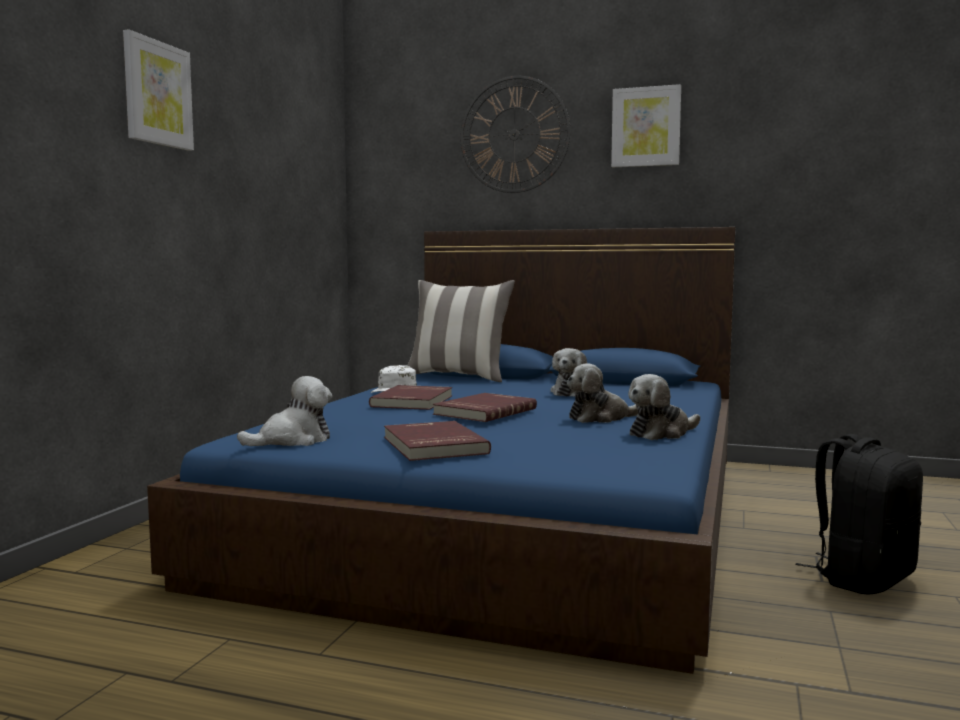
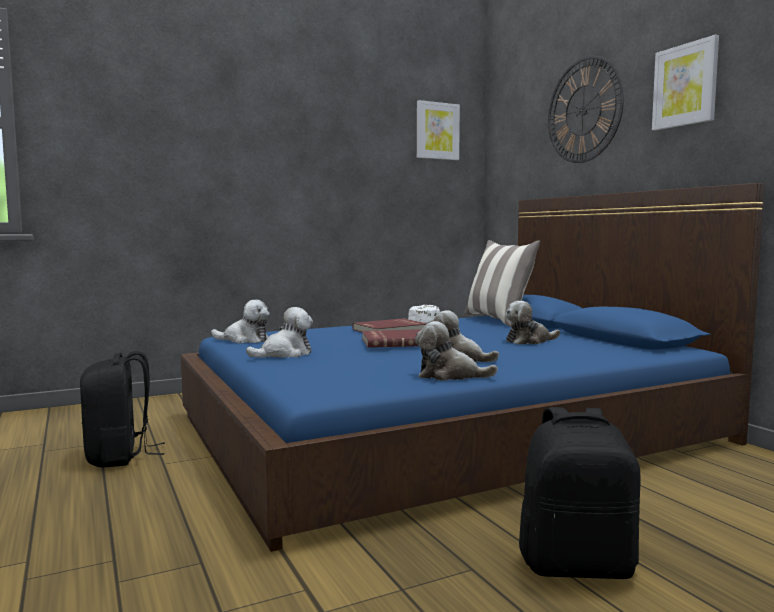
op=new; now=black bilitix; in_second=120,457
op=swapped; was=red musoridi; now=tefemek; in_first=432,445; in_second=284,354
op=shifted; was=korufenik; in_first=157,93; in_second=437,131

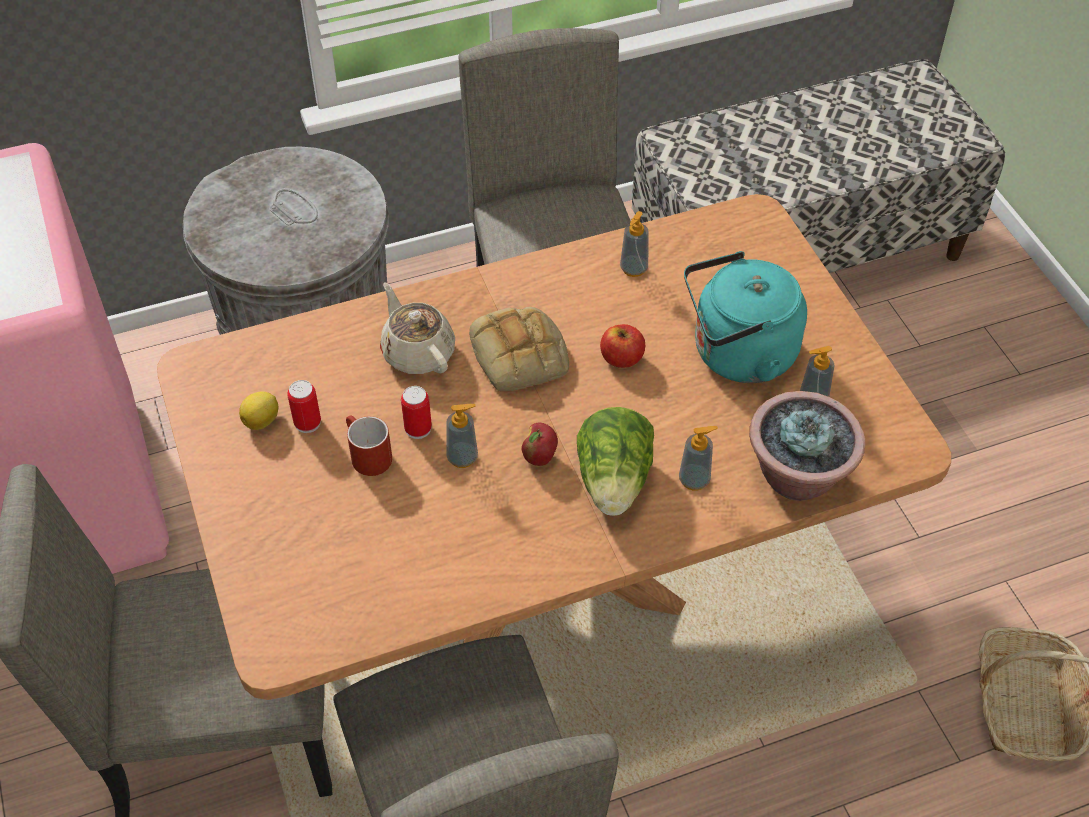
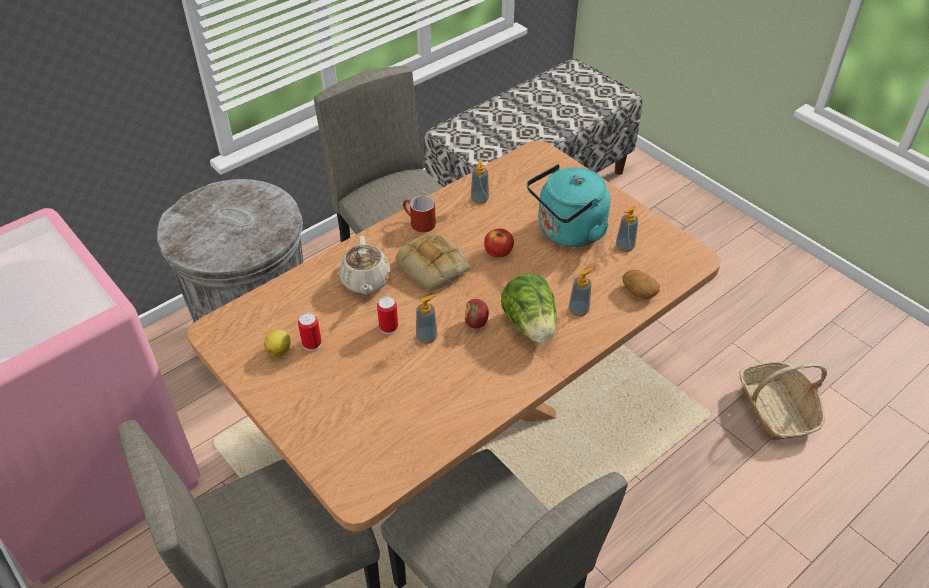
op=rotated; was=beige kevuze; in_first=417,352; in_second=366,281; clockwise=-135
op=shifted; was=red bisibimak; in_first=365,455; in_second=418,223
op=swapped; was=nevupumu; now=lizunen; in_first=798,476; in_second=638,291

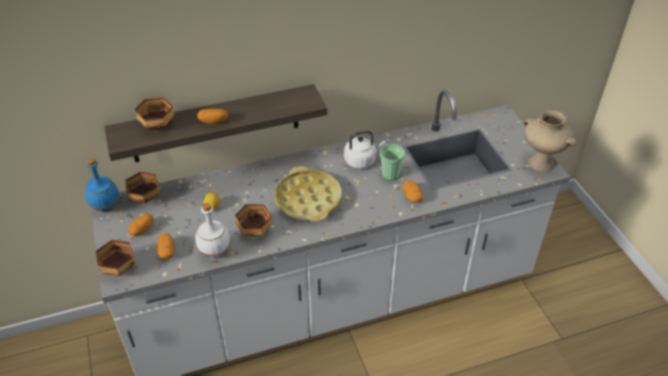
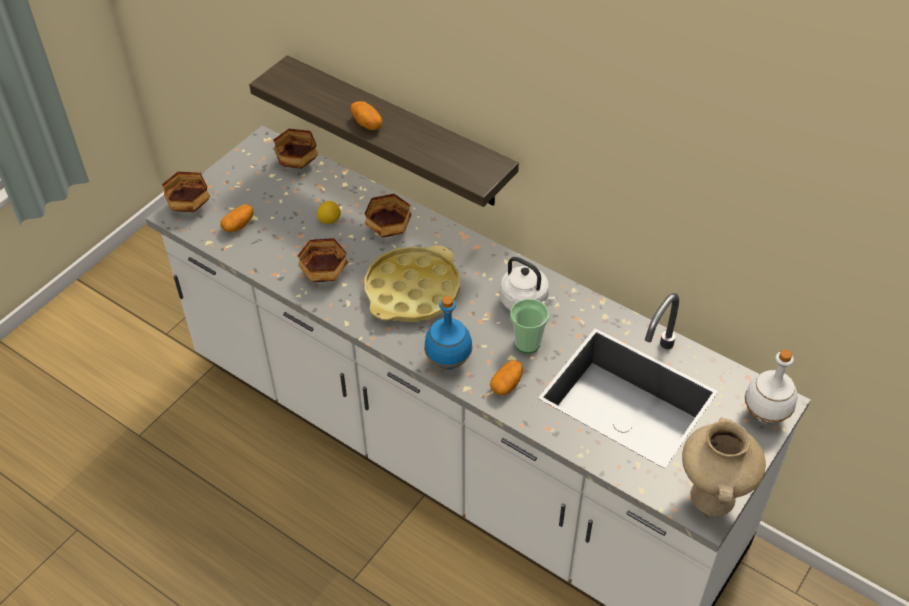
op=shifted; was=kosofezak; in_first=158,125; in_second=389,230
op=shifted; was=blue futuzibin; in_first=106,208; in_second=447,362
op=shifted; was=white futuzibin; in_first=215,253; in_second=765,415
op=gone; was=lizunen; in_first=142,229

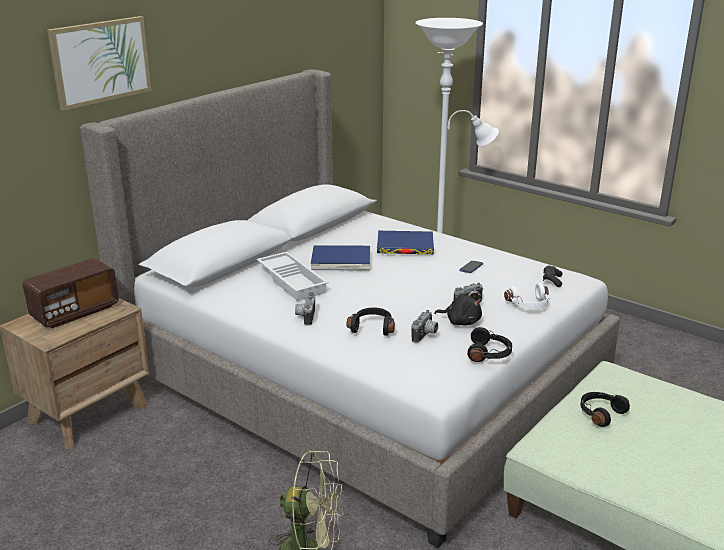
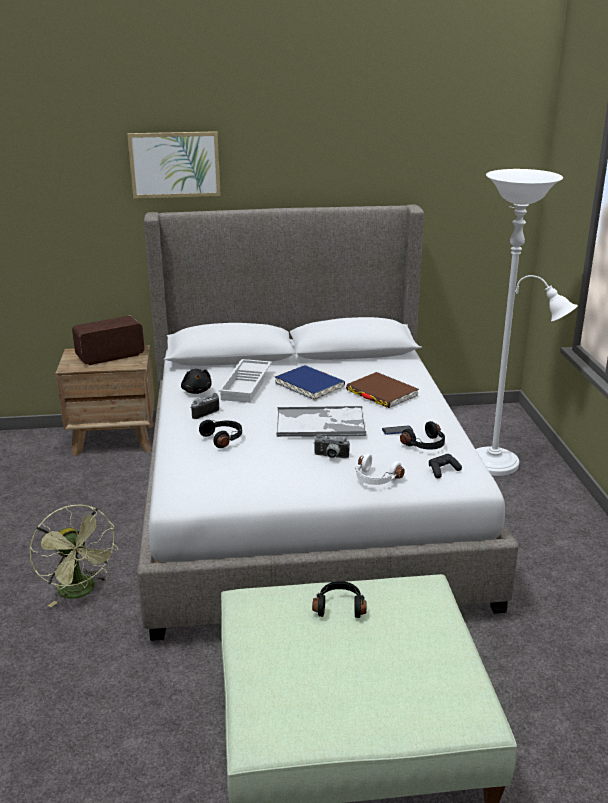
op=rotated; was=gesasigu; in_first=75,312; in_second=110,356; clockwise=150
op=shifted; was=black tefemek; in_first=461,321; in_second=197,391
op=new; now=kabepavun; in_second=321,423
op=repainted; was=blue musoridi; now=brown musoridi; in_first=405,246; in_second=381,393
op=shifted; was=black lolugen; in_first=489,354; in_second=426,445
op=gone; was=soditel; in_first=426,335

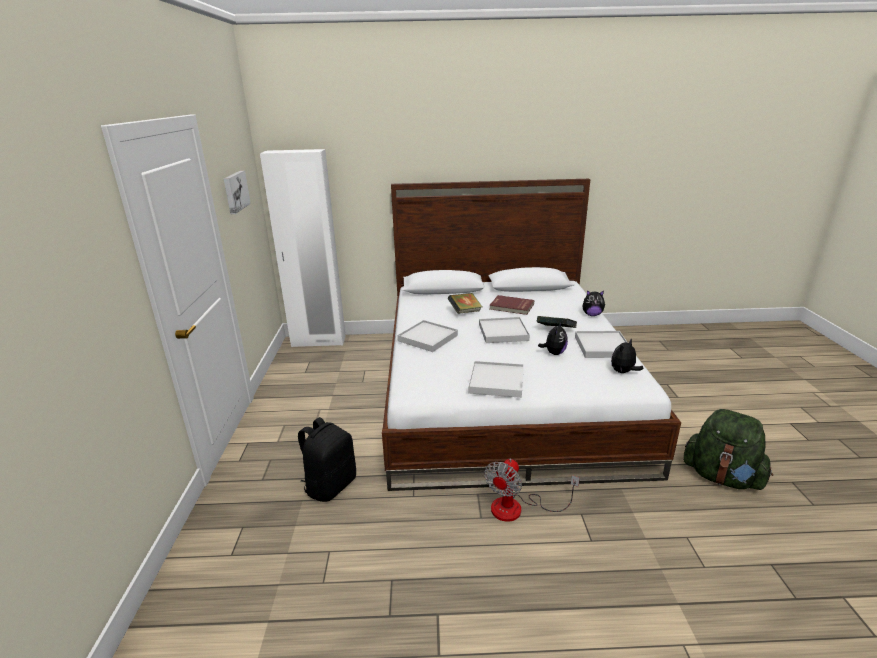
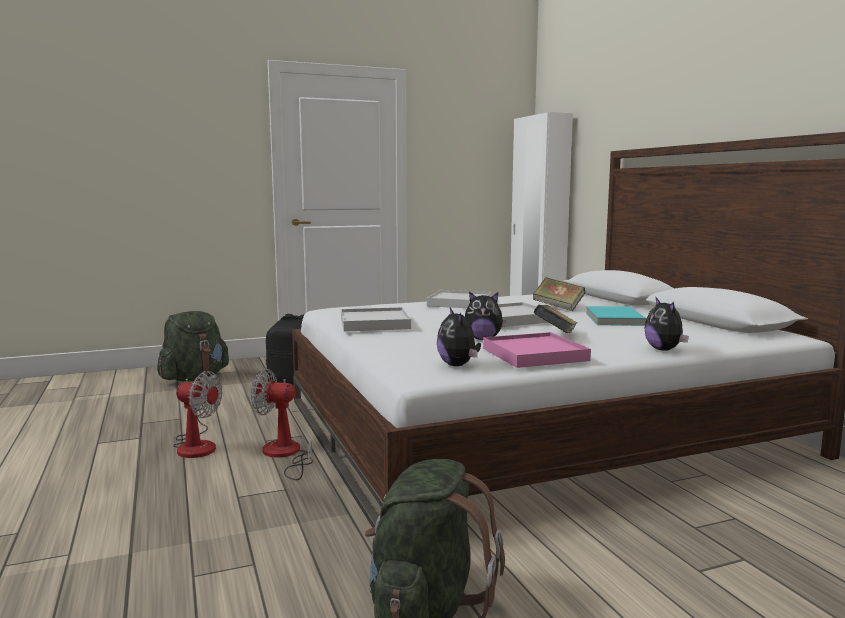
op=new; now=green bilitix; in_second=194,378
op=new; now=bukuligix; in_second=196,445
op=rotated; was=tefemek; in_first=623,372; in_second=458,365; clockwise=-135
op=repainted; was=white kabepavun; now=pink kabepavun; in_first=602,347; in_second=534,354
op=repainted; was=red musoridi; now=turquoise musoridi; in_first=511,307; in_second=613,319
op=gone; was=korufenik; in_first=235,191

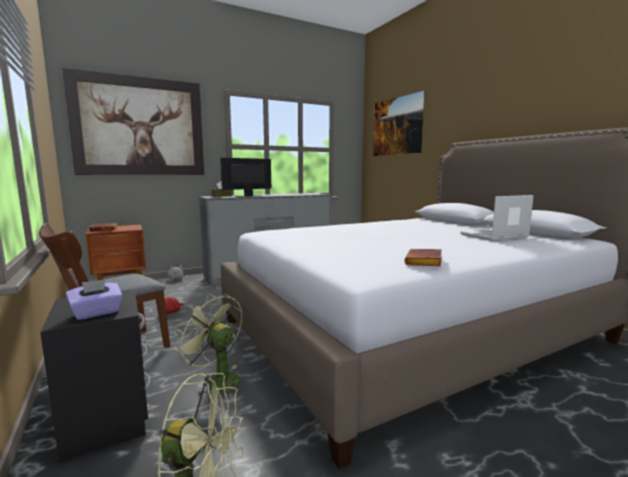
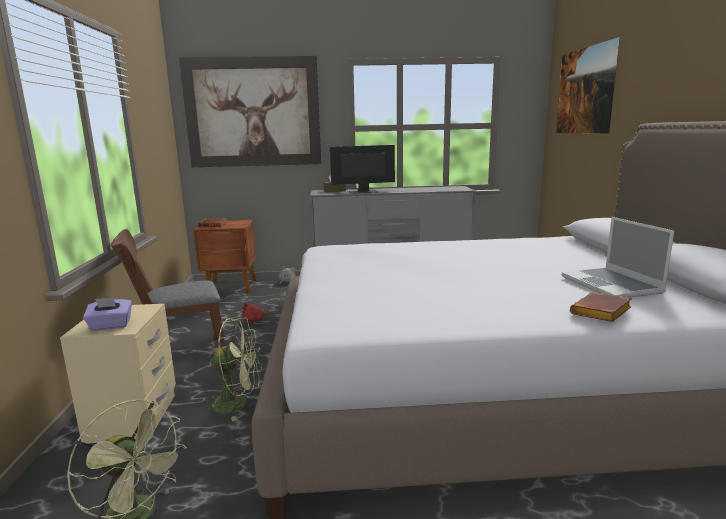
op=repainted; was=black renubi; now=beige renubi; in_first=107,419; in_second=132,418
op=rotated; was=green bukuligix; in_first=216,380; in_second=238,403; clockwise=120
op=rotated; was=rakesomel; in_first=494,236; in_second=612,285; clockwise=-105
op=shifted; was=brown musoridi; in_first=425,262; in_second=601,313

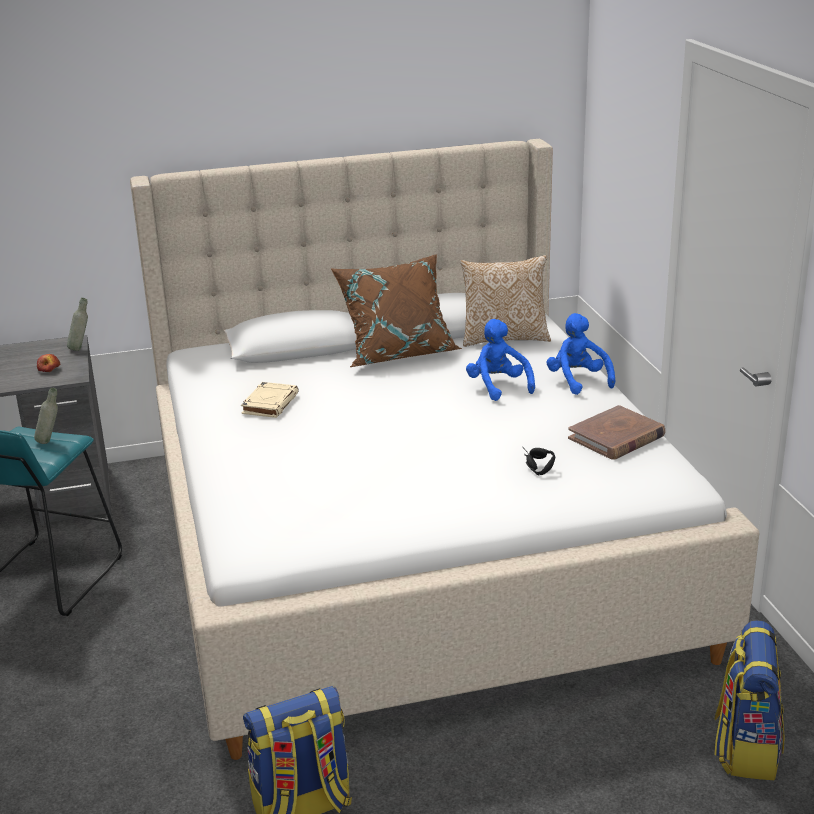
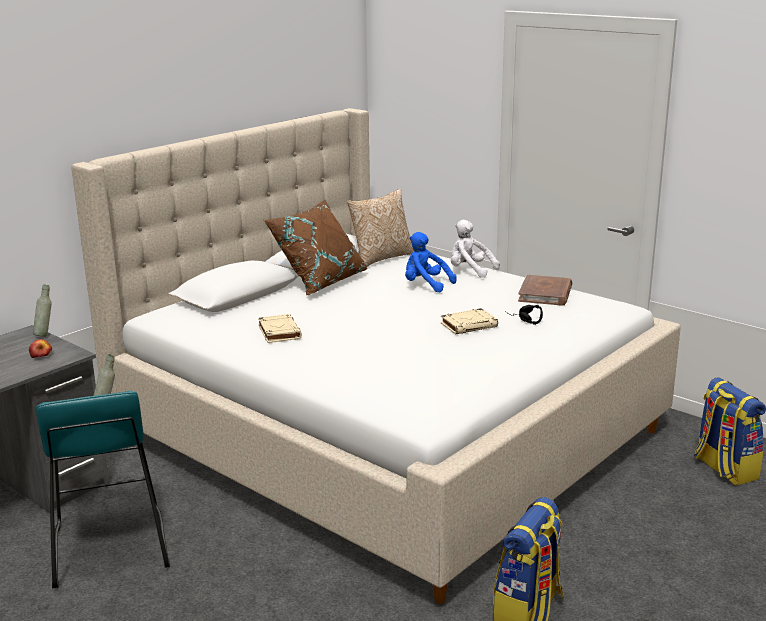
op=new; now=beige musoridi; in_second=469,325
op=repainted; was=blue tefemek; now=white tefemek; in_first=577,381; in_second=470,271

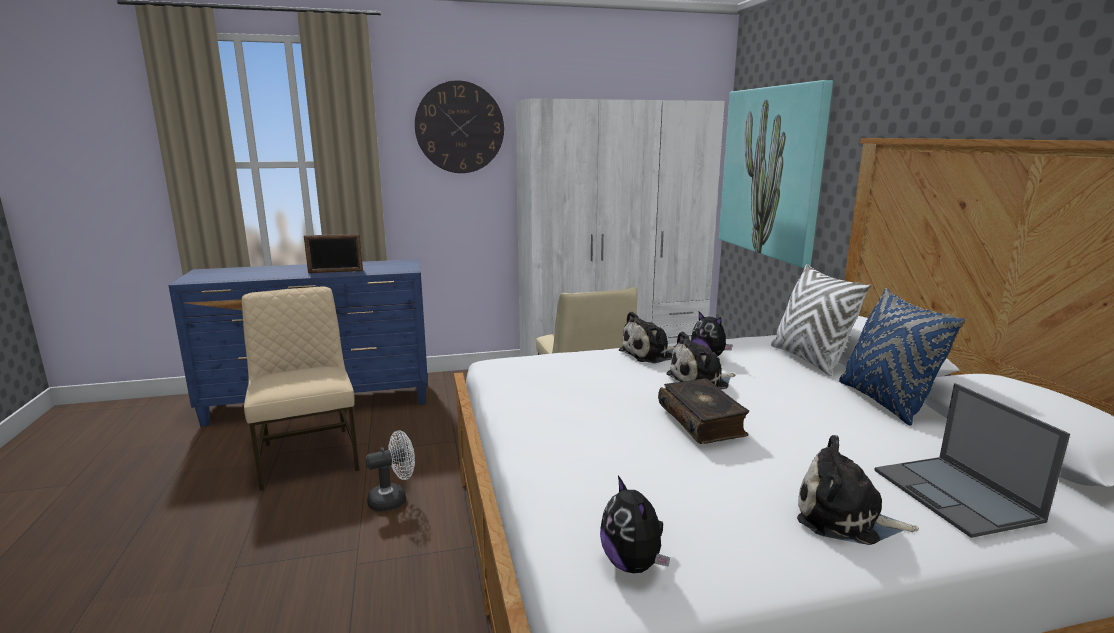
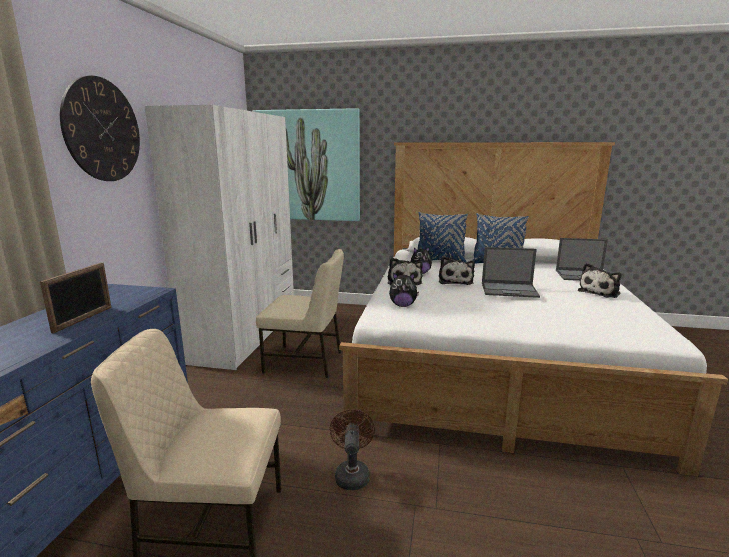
op=repainted; was=white bukuligix; now=brown bukuligix; in_first=393,499; in_second=352,473
op=shifted; was=tefemek; in_first=633,564; in_second=402,305
op=repainted; was=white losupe; now=blue losupe; in_first=809,359; in_second=440,260
op=swapped; was=musoridi; now=rakesomel; in_first=702,421; in_second=510,290

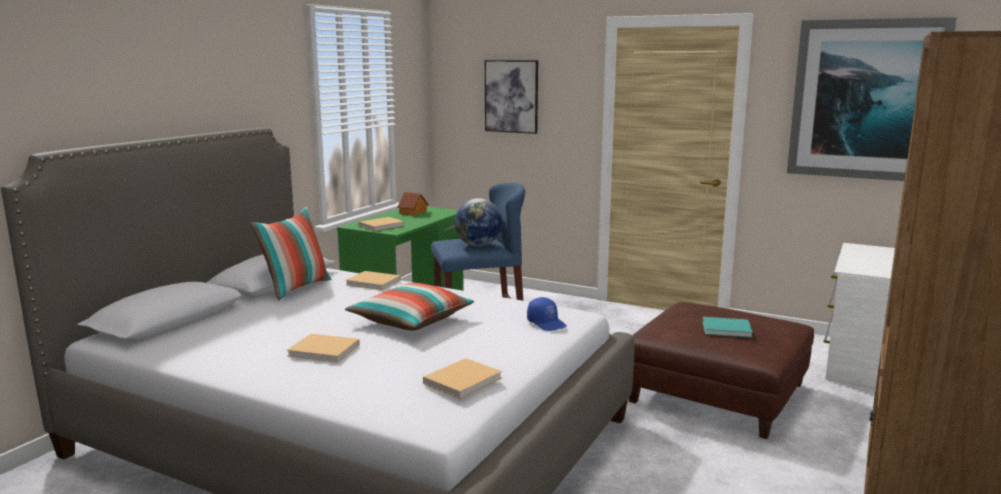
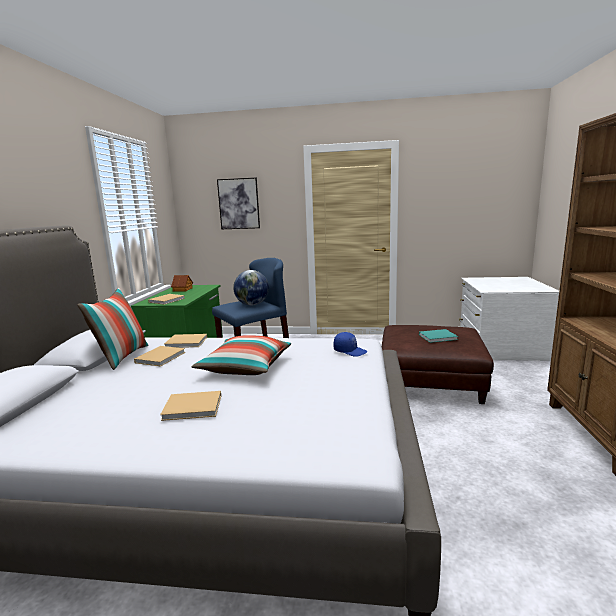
op=shifted; was=beige musoridi; in_first=464,380; in_second=161,357
op=gone; was=korufenik; in_first=866,99

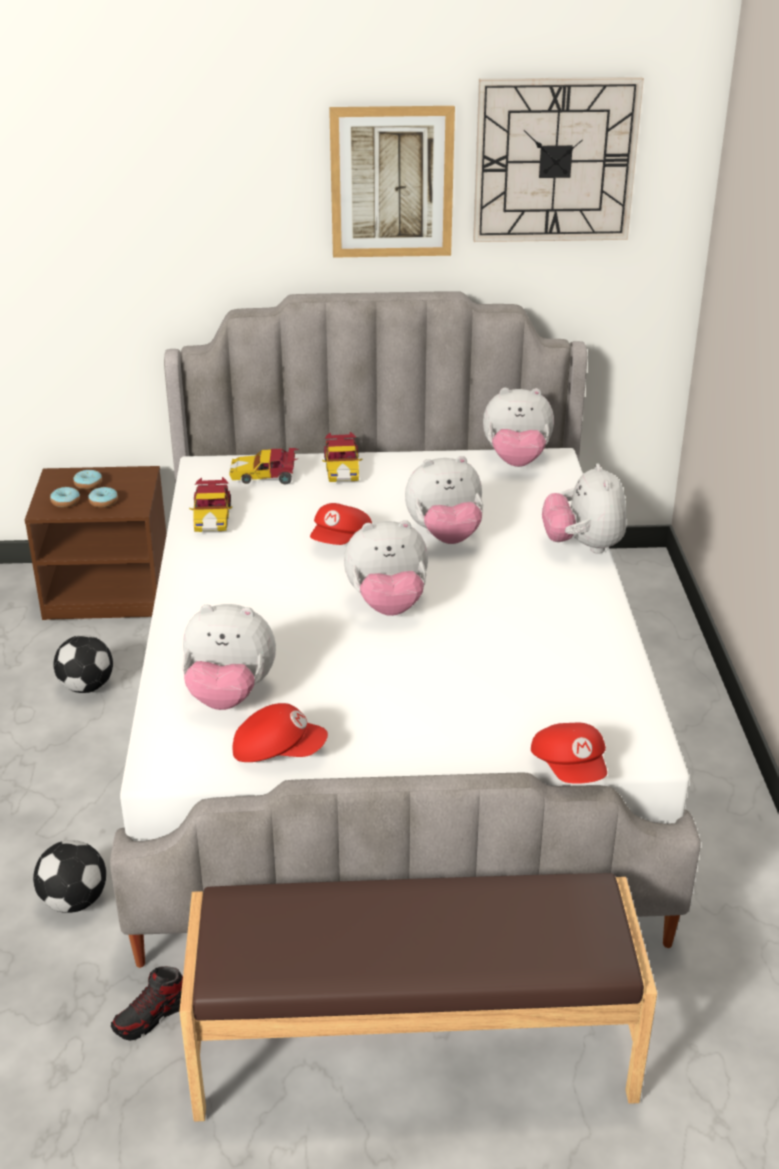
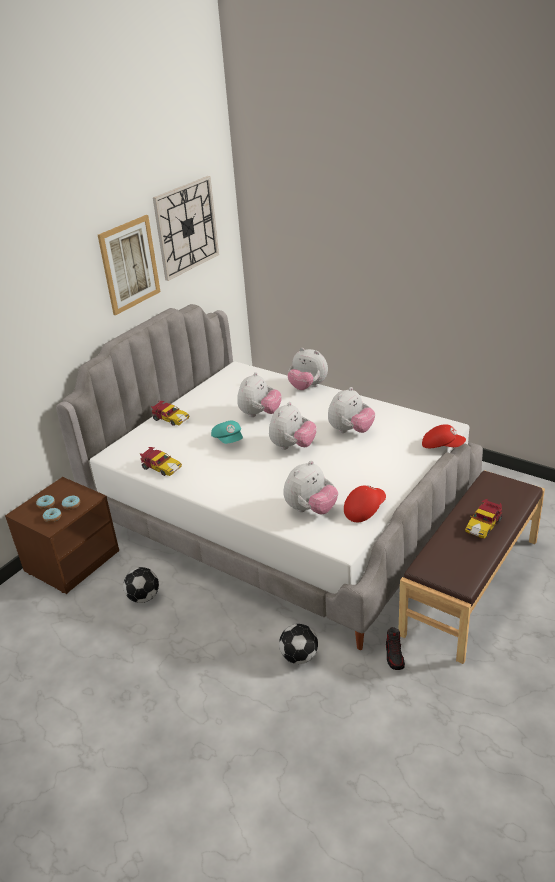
op=repainted; was=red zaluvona; now=turquoise zaluvona; in_first=341,540; in_second=228,440
op=shifted; was=tefemek; in_first=516,461; in_second=350,431
op=shifted; was=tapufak; in_first=266,476; in_second=483,525

